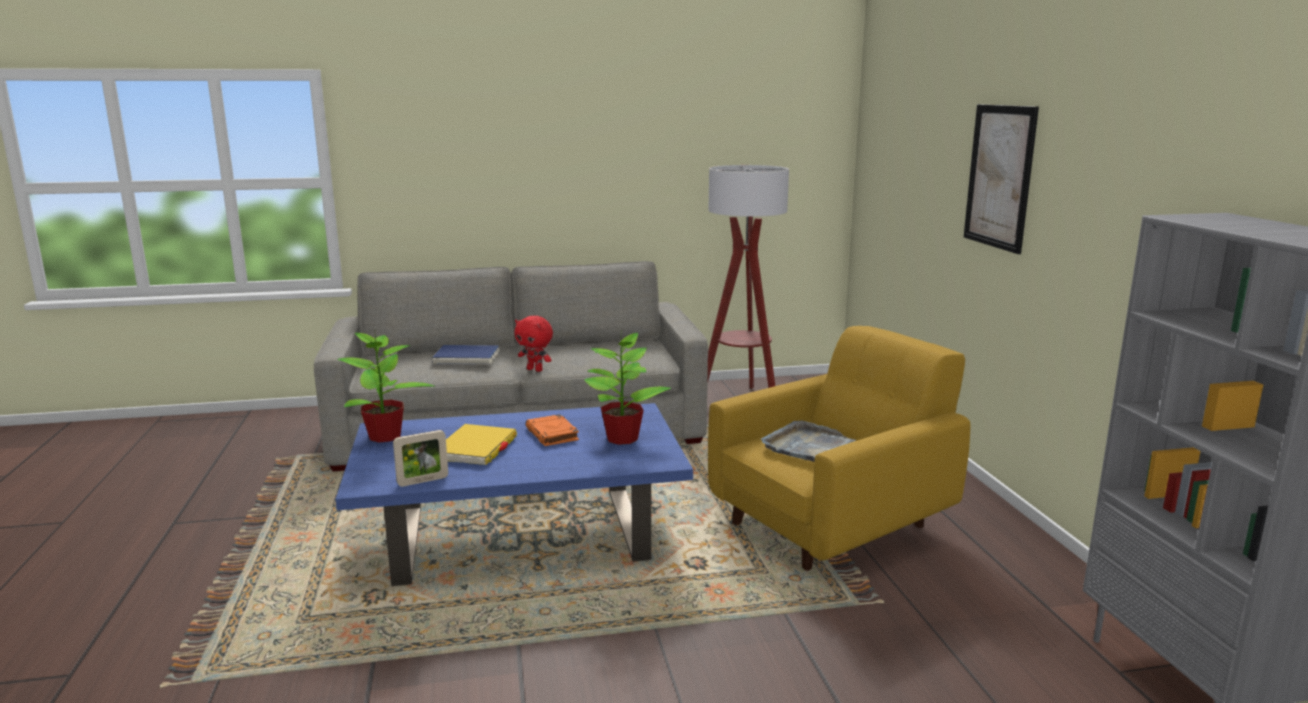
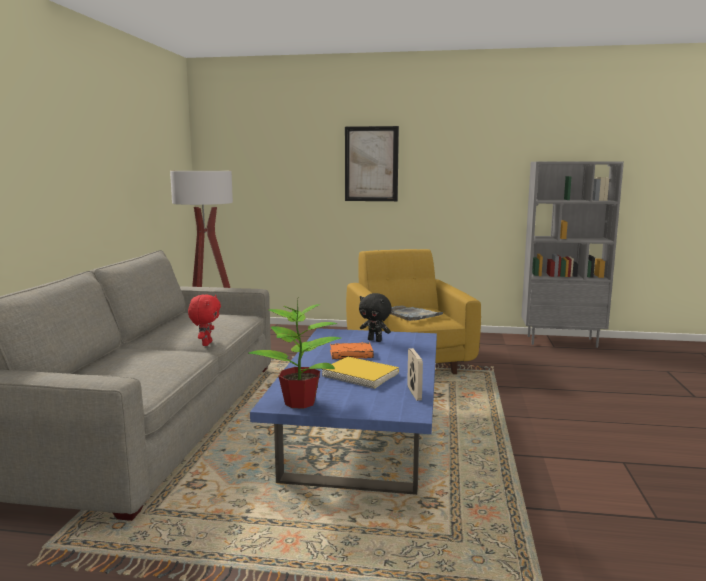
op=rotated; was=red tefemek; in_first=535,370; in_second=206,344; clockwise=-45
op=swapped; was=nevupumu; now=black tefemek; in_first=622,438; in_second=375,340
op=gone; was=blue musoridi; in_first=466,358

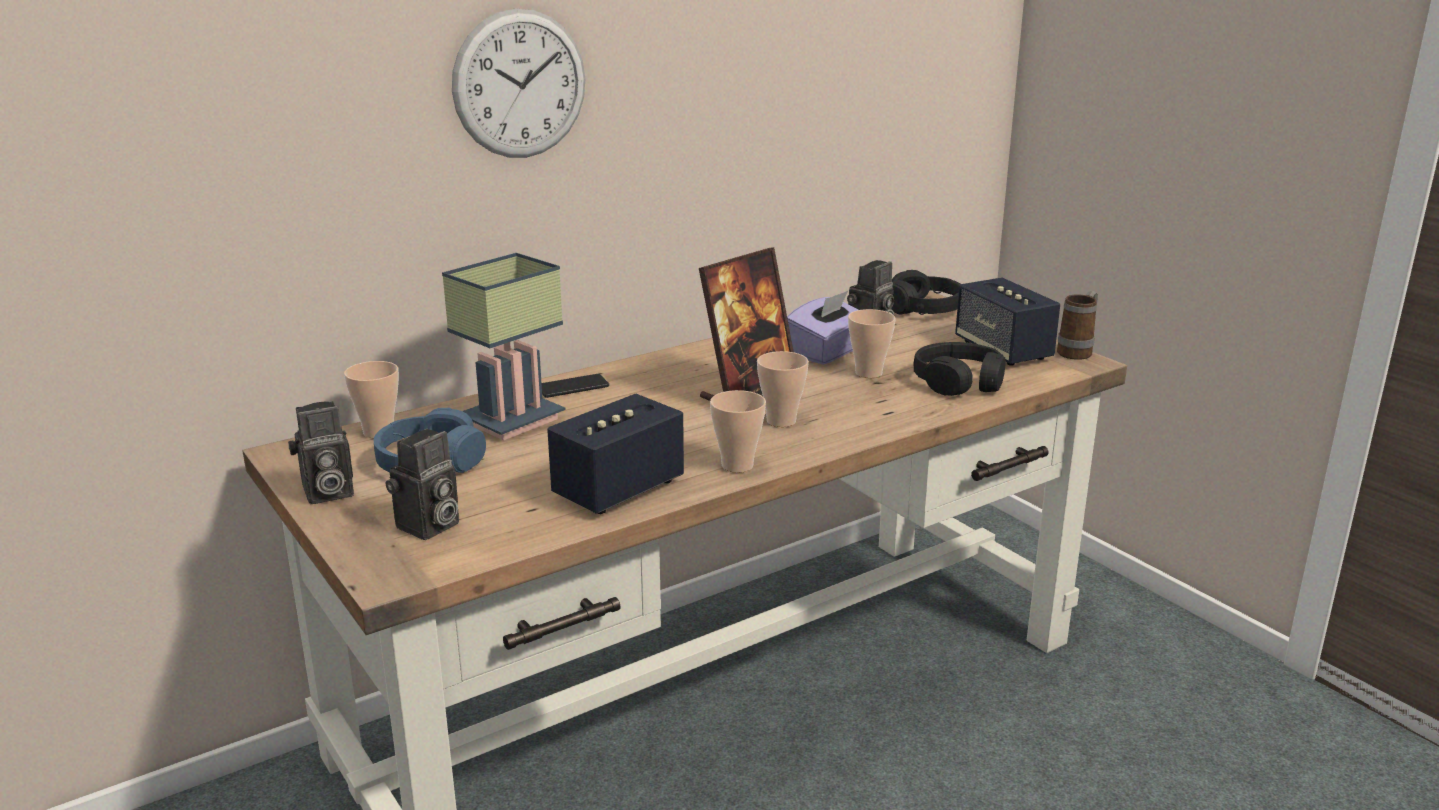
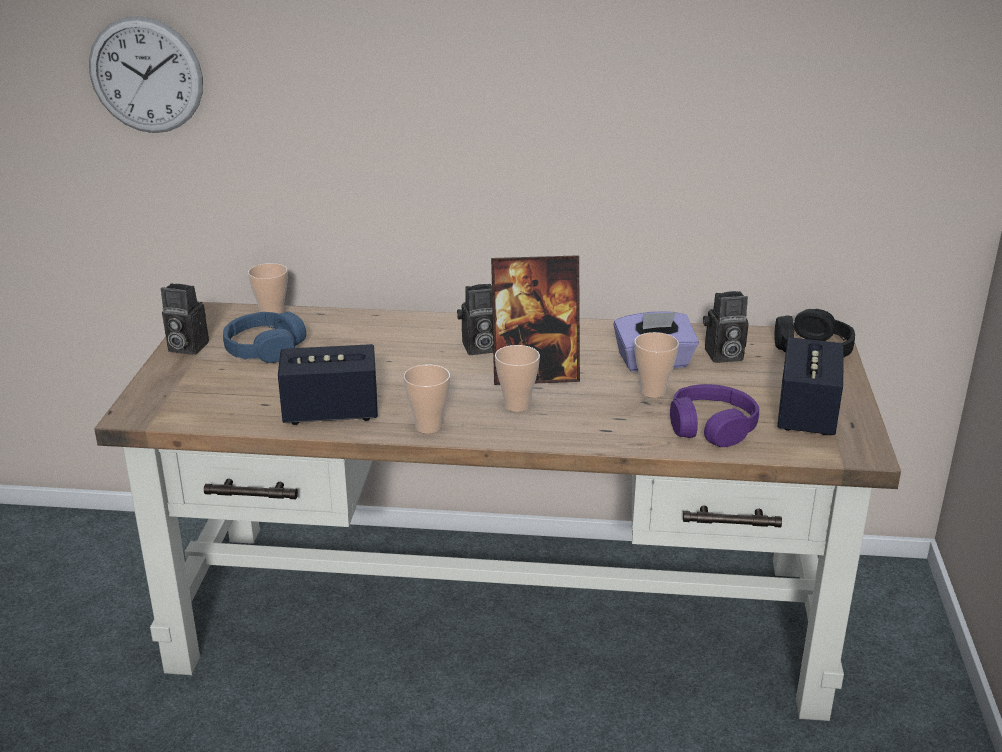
op=shifted; was=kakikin; in_first=520,84; in_second=146,75
op=shifted; was=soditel; in_first=428,527; in_second=478,348
op=repainted; was=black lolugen; now=purple lolugen; in_first=959,382; in_second=711,427
op=gone; was=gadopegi; in_first=512,423
op=gone; was=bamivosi; in_first=572,387
op=gone; was=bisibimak; in_first=1078,351

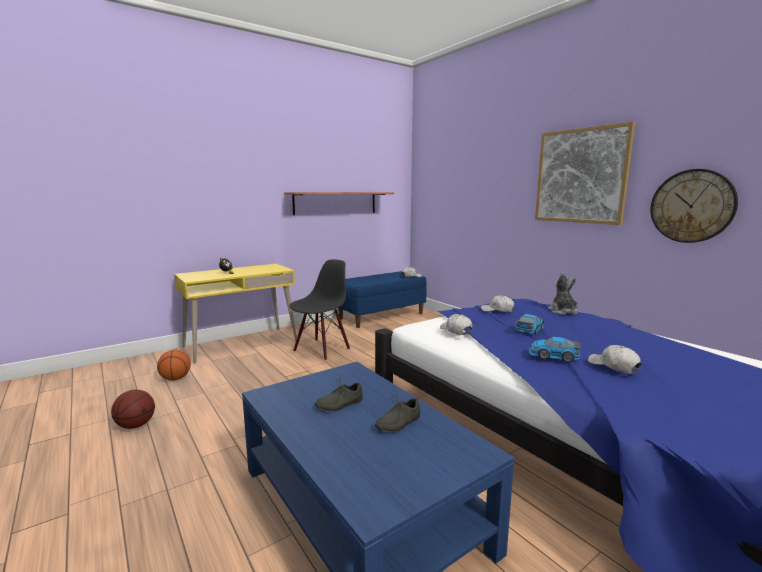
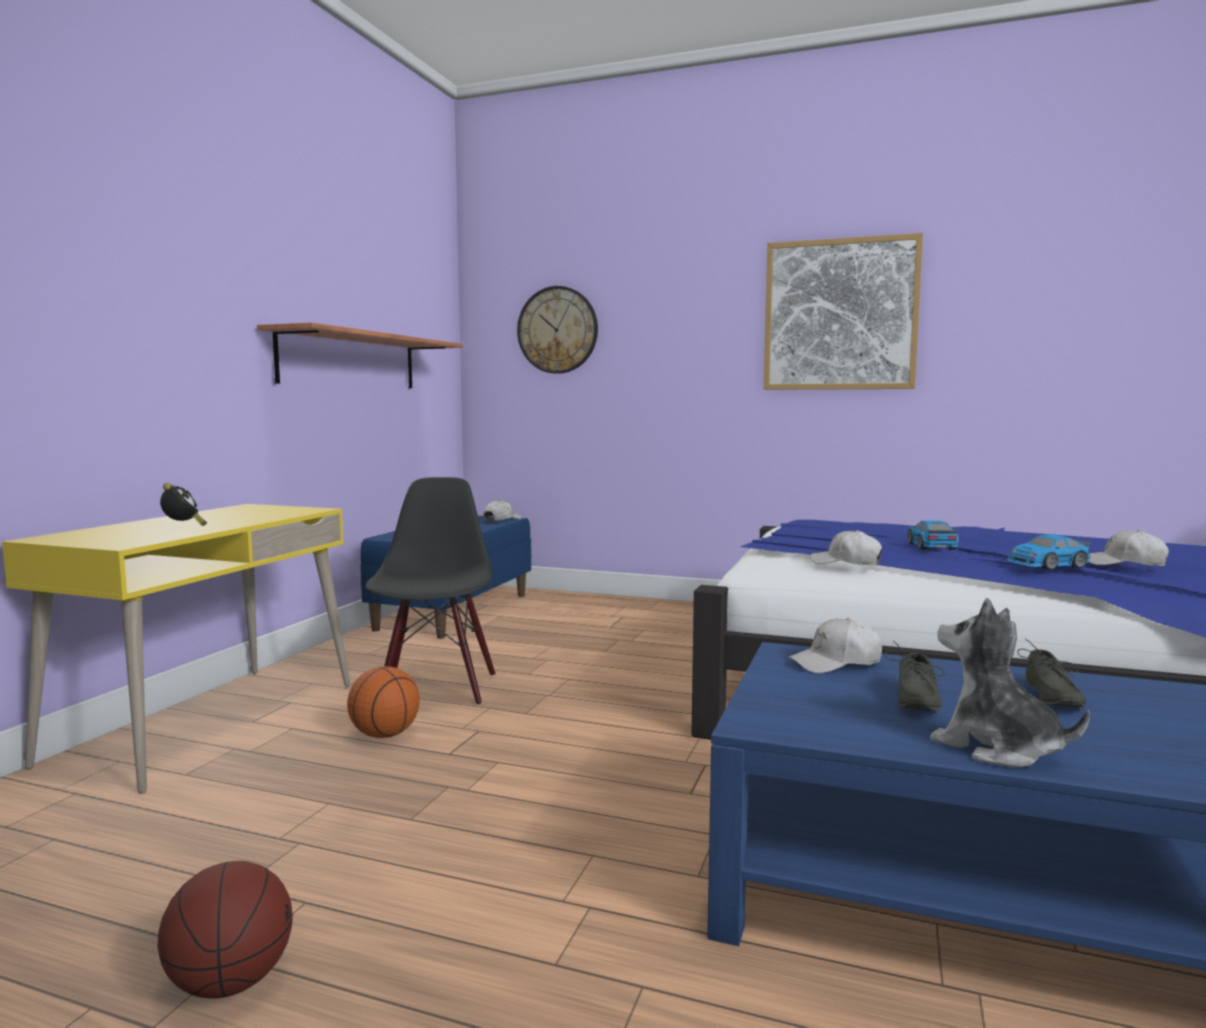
op=shifted; was=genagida; in_first=175,379; in_second=385,735
op=shifted; was=kakikin; in_first=692,206; in_second=557,330
op=shifted; was=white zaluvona; in_first=497,310; in_second=836,663
op=shifted; was=tefemek; in_first=563,312; in_second=996,748

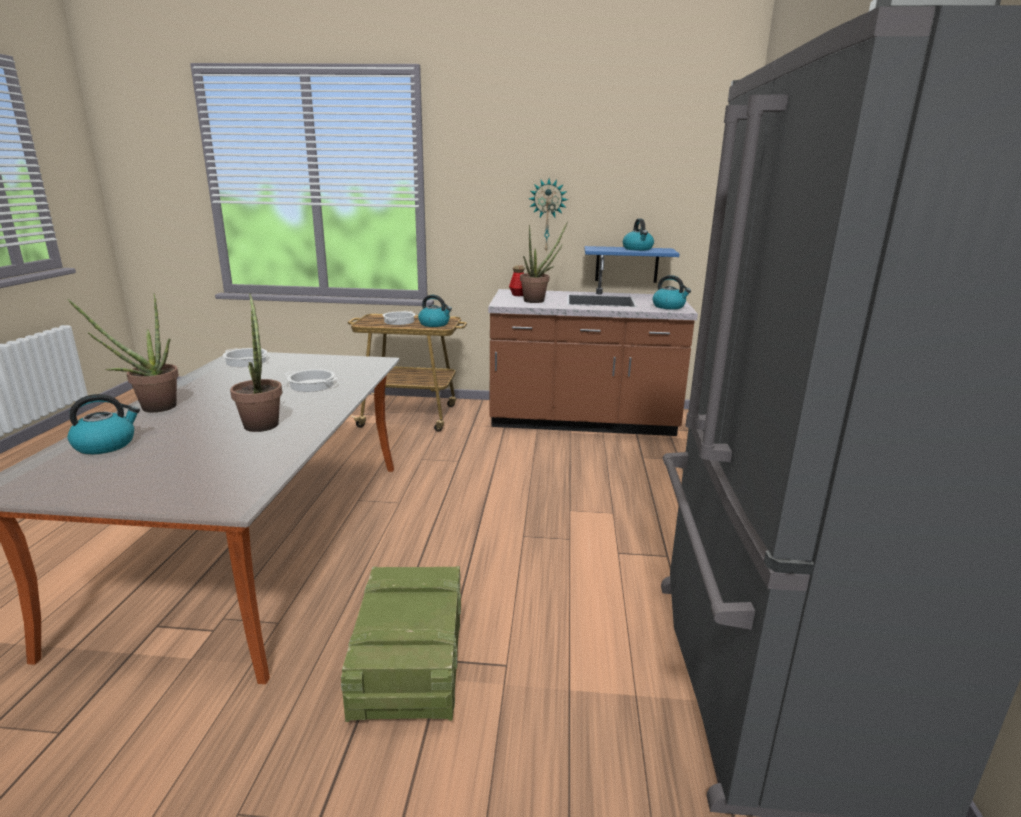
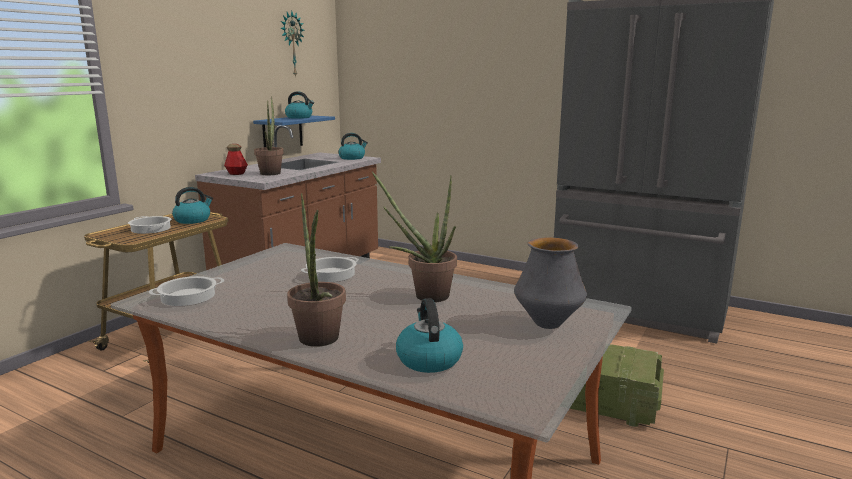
op=shifted; was=kakikin; in_first=547,215; in_second=291,44
op=new; now=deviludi; in_second=547,324

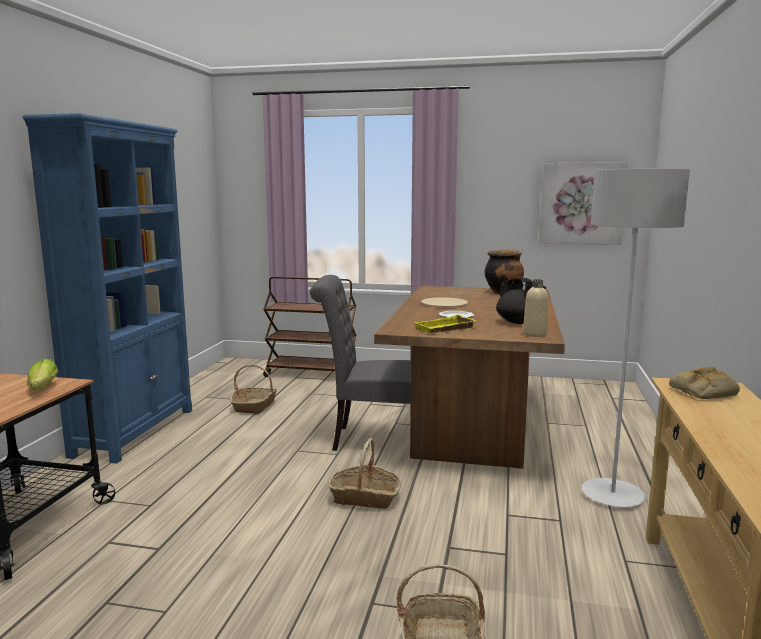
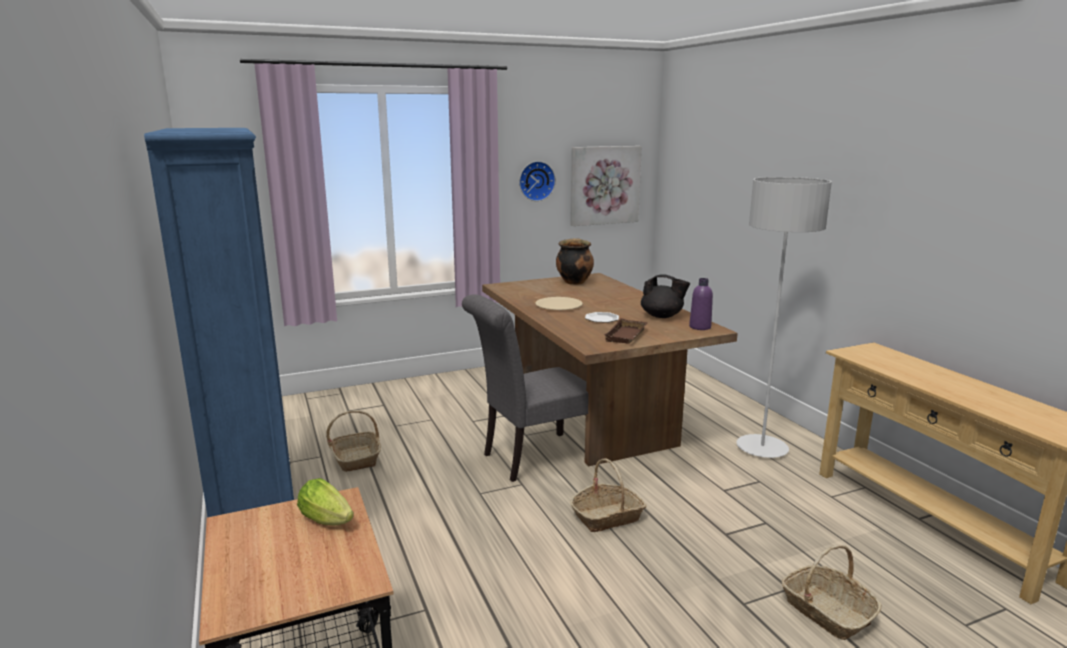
op=new; now=kakikin; in_second=536,181
op=repainted; was=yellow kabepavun; now=brown kabepavun; in_first=445,329; in_second=627,336
op=repainted; was=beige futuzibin; now=purple futuzibin; in_first=534,334; in_second=700,327
op=gone; was=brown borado; in_first=312,374
op=gone; was=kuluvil; in_first=703,391

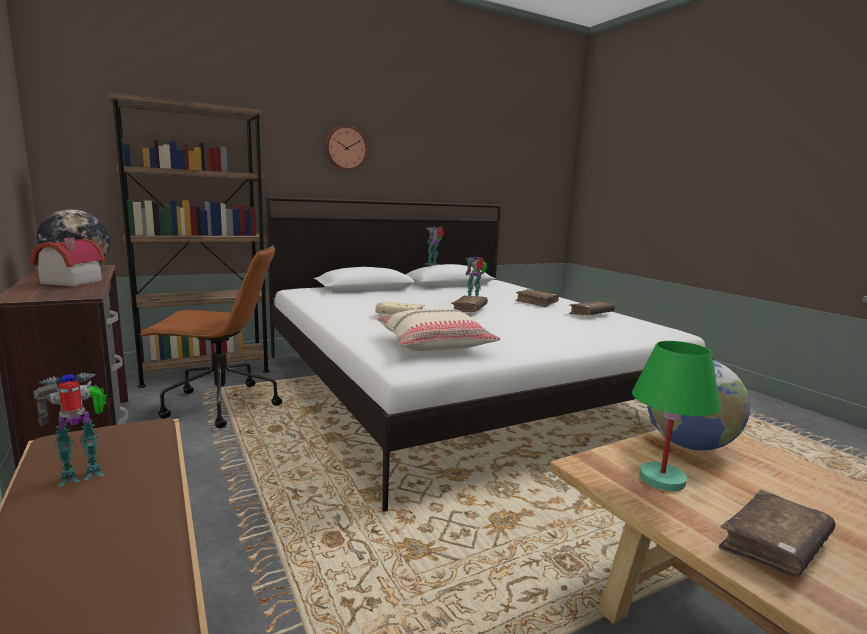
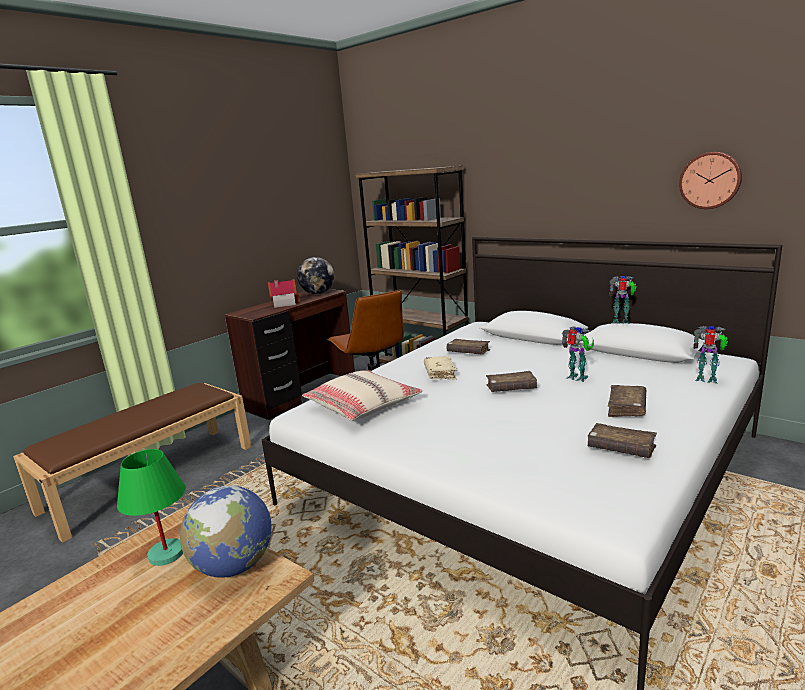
op=shifted; was=brown musoridi; in_first=774,545; in_second=468,352
op=shifted; was=kakikin; in_first=345,148; in_second=710,180
op=shifted; was=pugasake; in_first=83,475; in_second=707,380

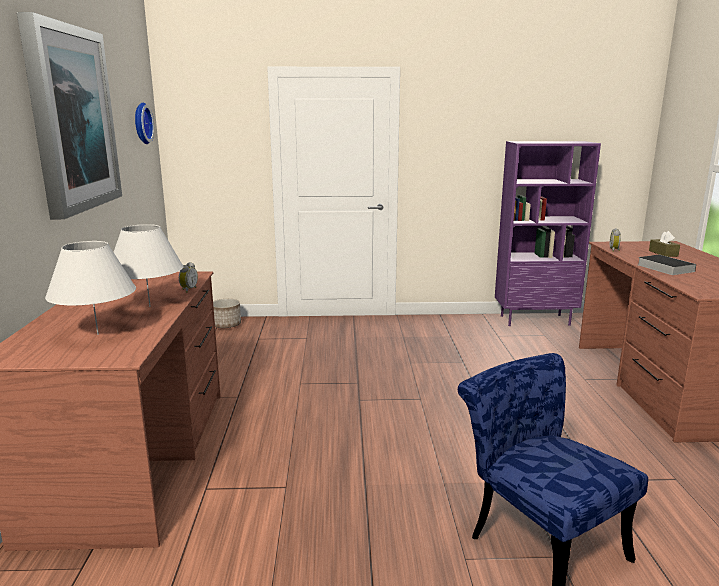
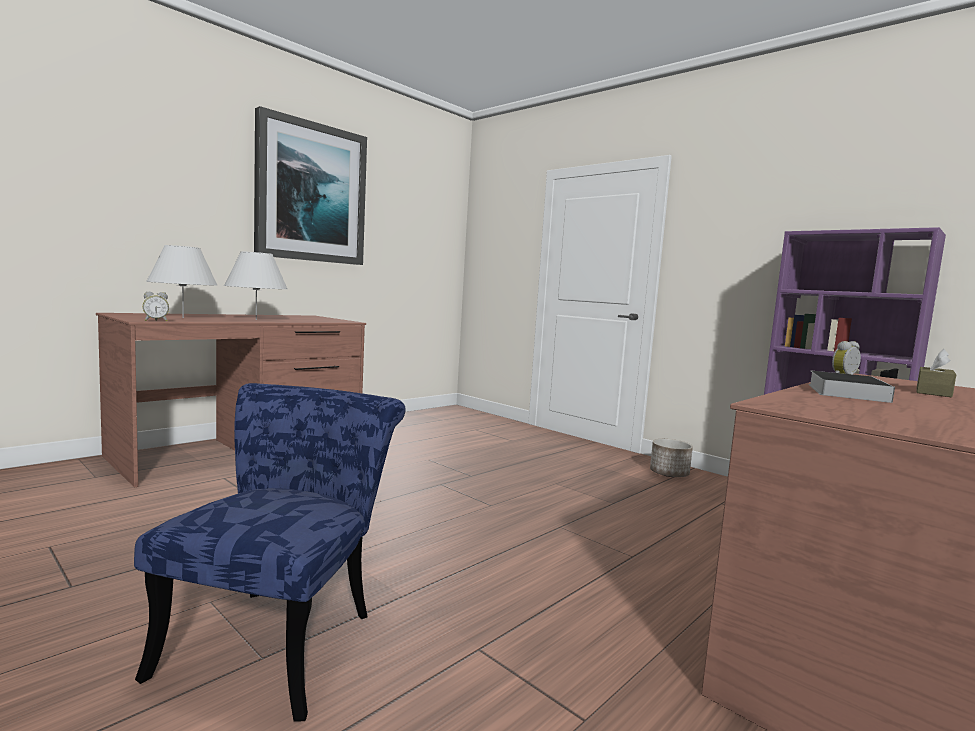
op=shifted; was=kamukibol; in_first=188,290; in_second=156,321
op=shifted; was=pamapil; in_first=226,325; in_second=669,473
op=gone; was=kakikin; in_first=140,123

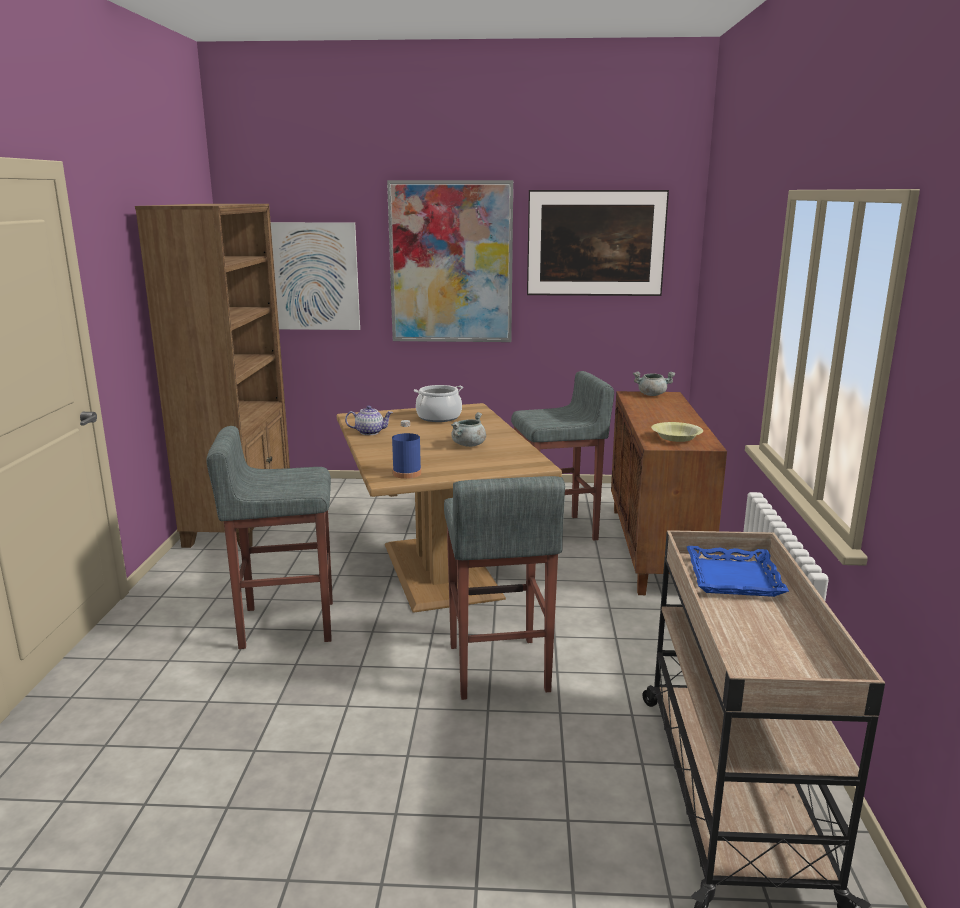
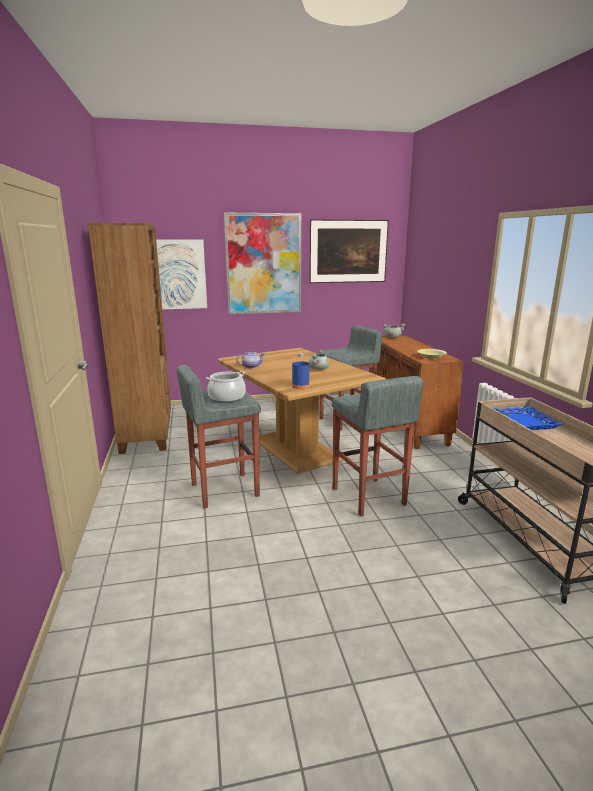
op=shifted; was=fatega; in_first=439,417; in_second=226,398

